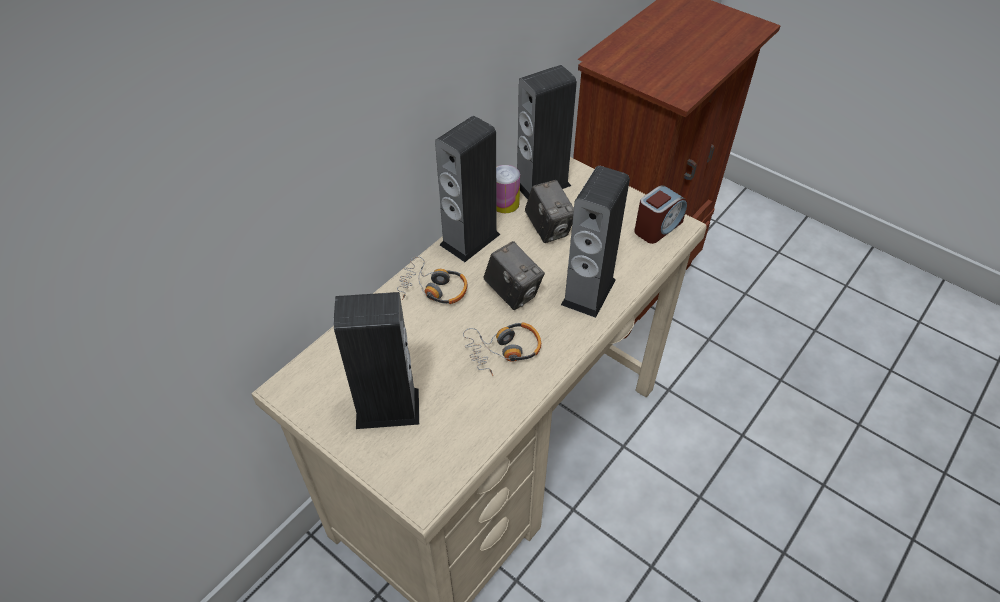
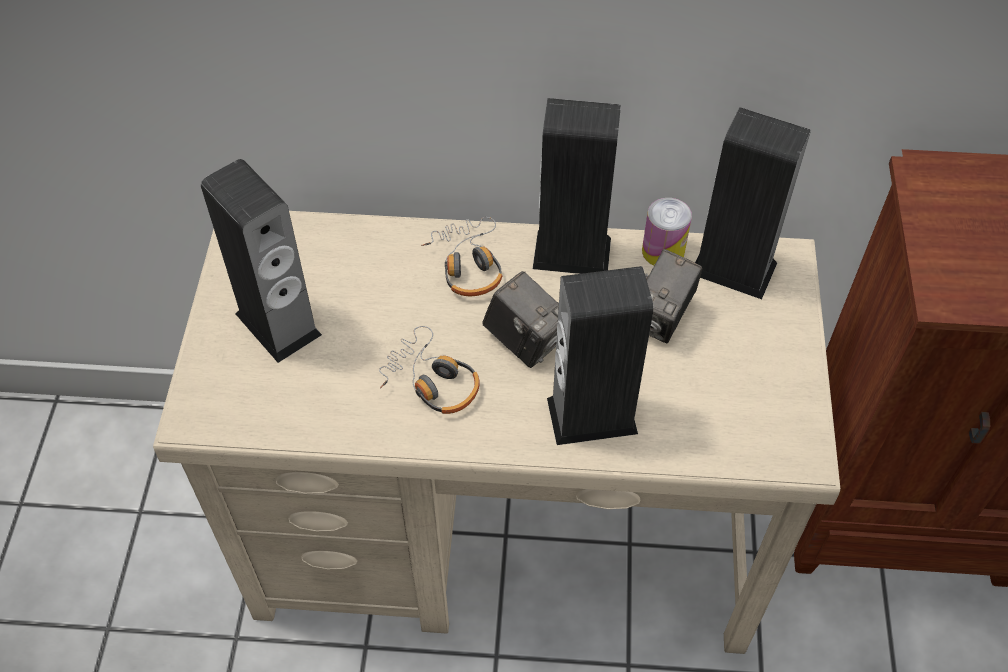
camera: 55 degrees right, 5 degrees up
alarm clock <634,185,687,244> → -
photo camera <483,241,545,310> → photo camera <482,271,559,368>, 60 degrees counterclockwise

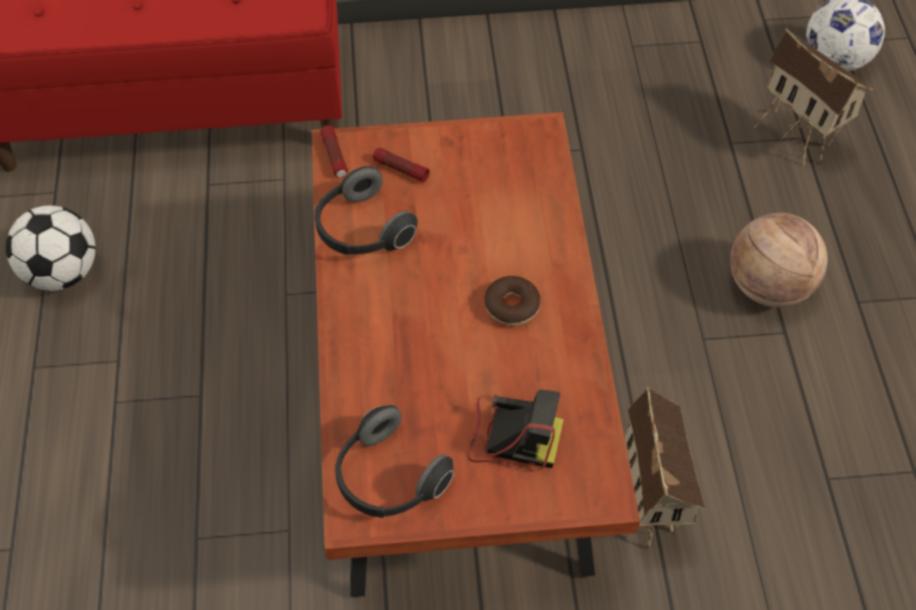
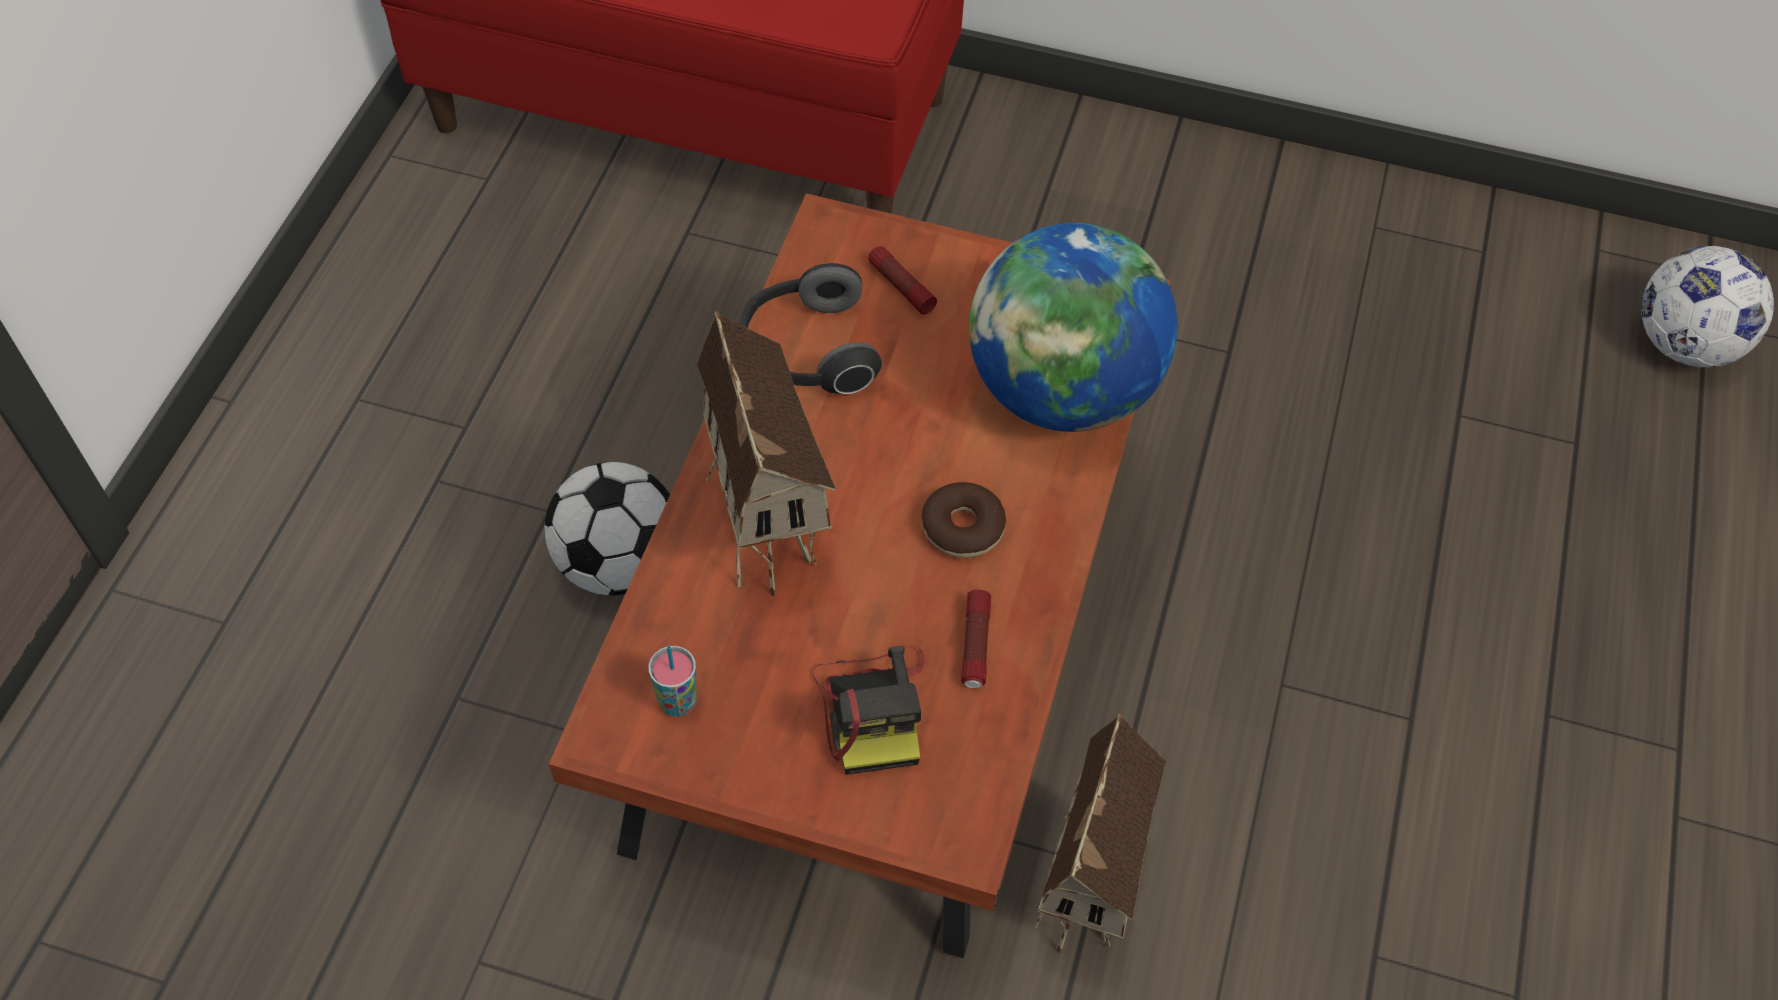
camera: 20 degrees right, 0 degrees up
toy house <755,28,874,166> → toy house <697,311,836,596>, moved
flashlight <320,125,348,177> → flashlight <961,590,991,689>, moved
football <6,206,96,291> → football <544,462,670,595>, moved
basketball <730,213,828,307> → -
photo camera <468,390,564,471> → photo camera <813,646,925,775>, 45 degrees clockwise
headphones <335,405,454,518> → cup <648,646,697,717>
- → globe <969,223,1178,432>

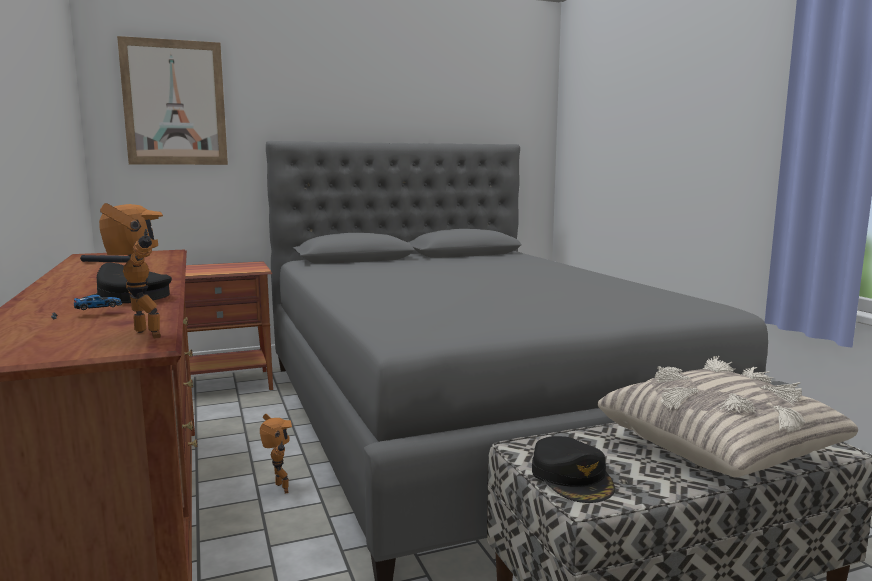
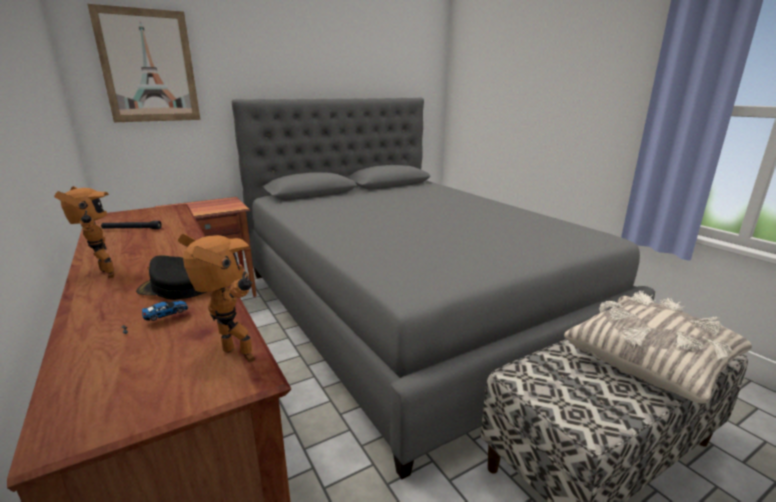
camera: 10 degrees left, 10 degrees up
toy robot <260,414,292,494> → toy robot <54,186,114,278>, moved
black cap <532,436,615,503> → -

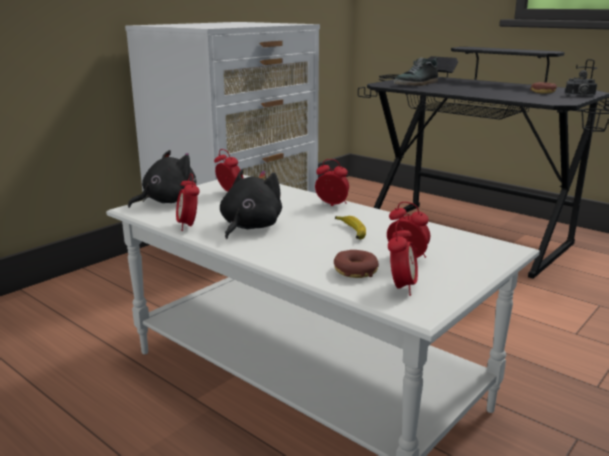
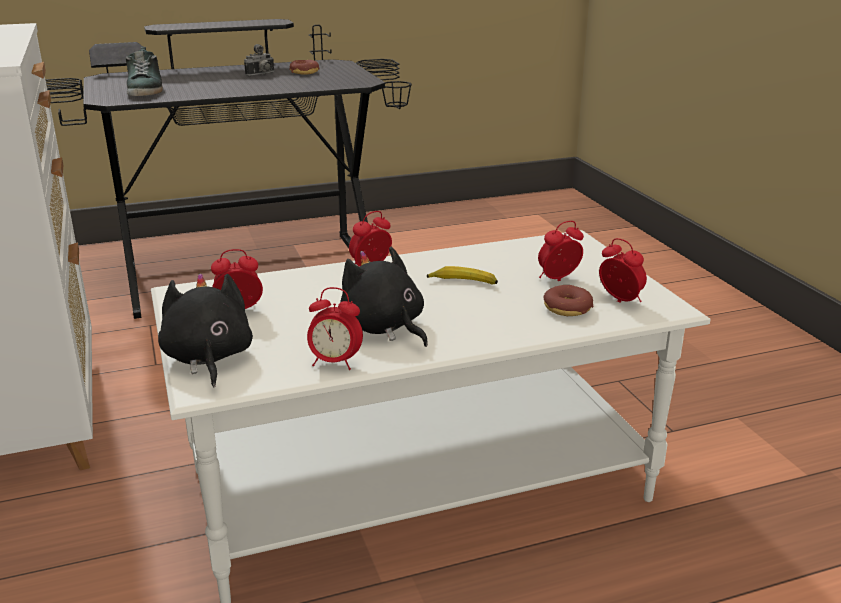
camera: 60 degrees left, 5 degrees up
photo camera <565,70,597,96> → photo camera <244,44,274,76>, moved

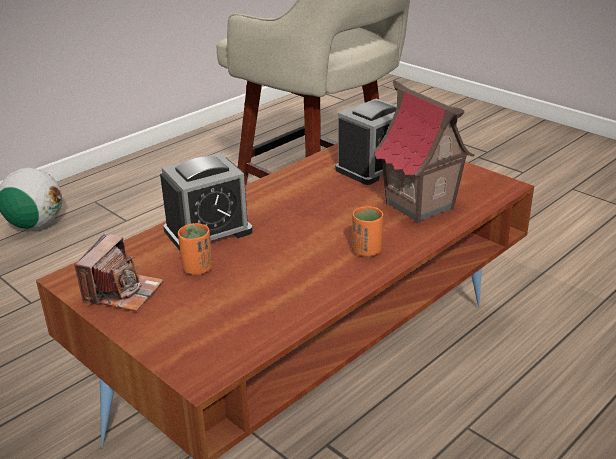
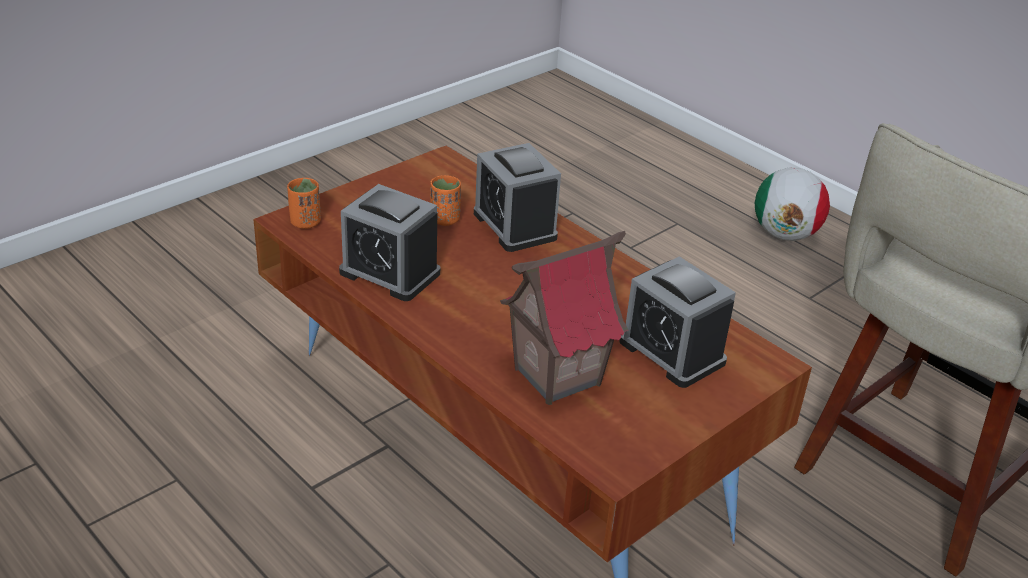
camera: 90 degrees right, 5 degrees up
orange cup <352,206,384,257> → orange cup <287,178,321,229>, moved
photo camera <74,234,164,312> → -
- → alarm clock <339,184,440,301>

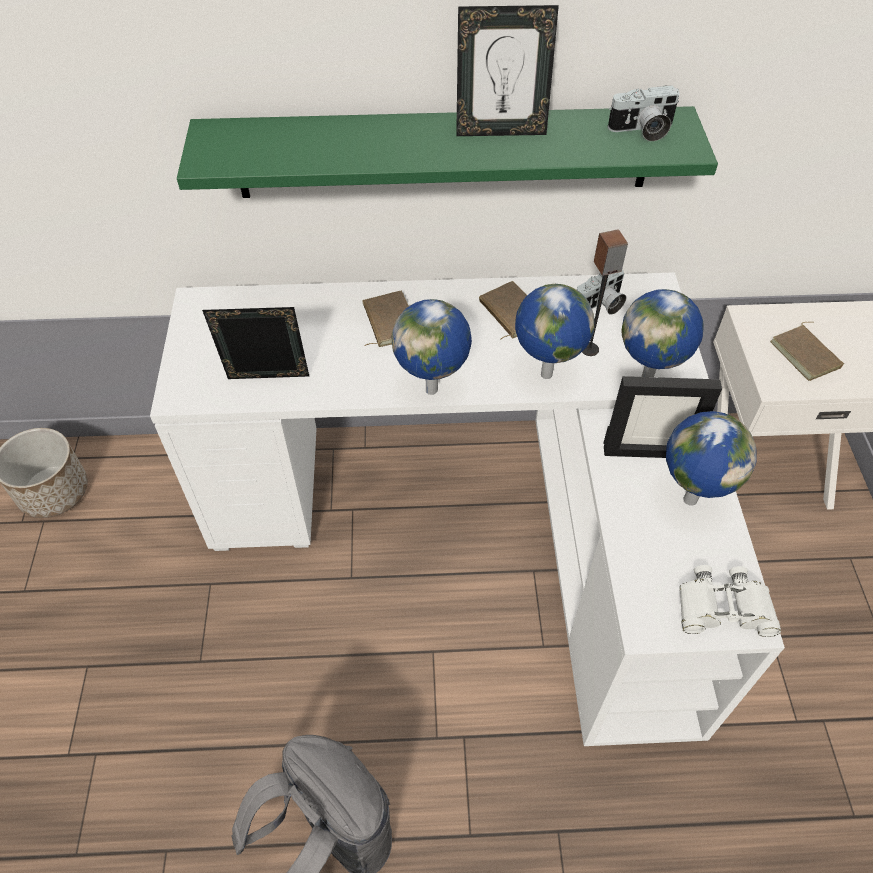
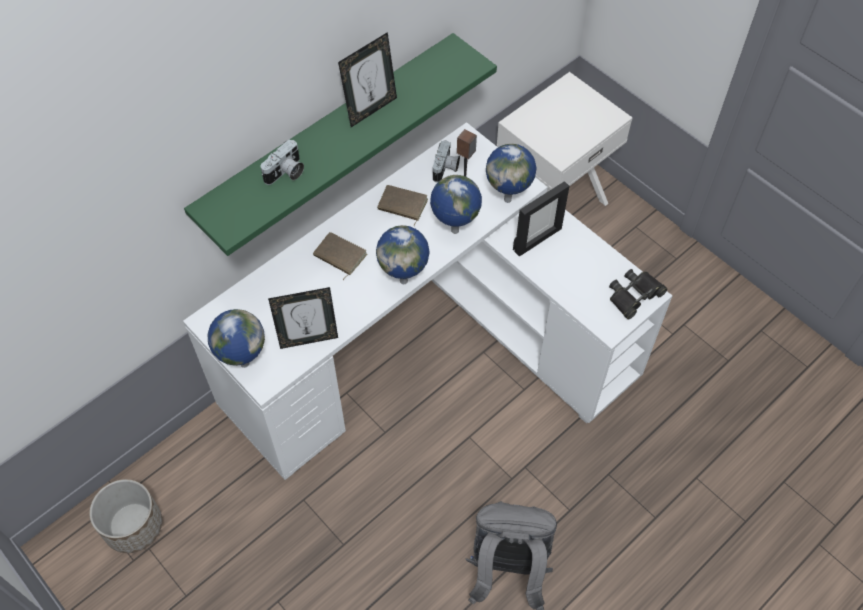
camera: 40 degrees left, 5 degrees up
photo camera <607,85,679,141> → photo camera <260,139,304,185>, moved
picture frame <202,307,309,379> → picture frame <268,287,338,349>, 150 degrees counterclockwise
brown book <770,322,844,381> → -
globe <666,411,757,506> → globe <207,309,265,368>, moved
white binoculars <679,565,781,637> → black binoculars <609,269,668,320>

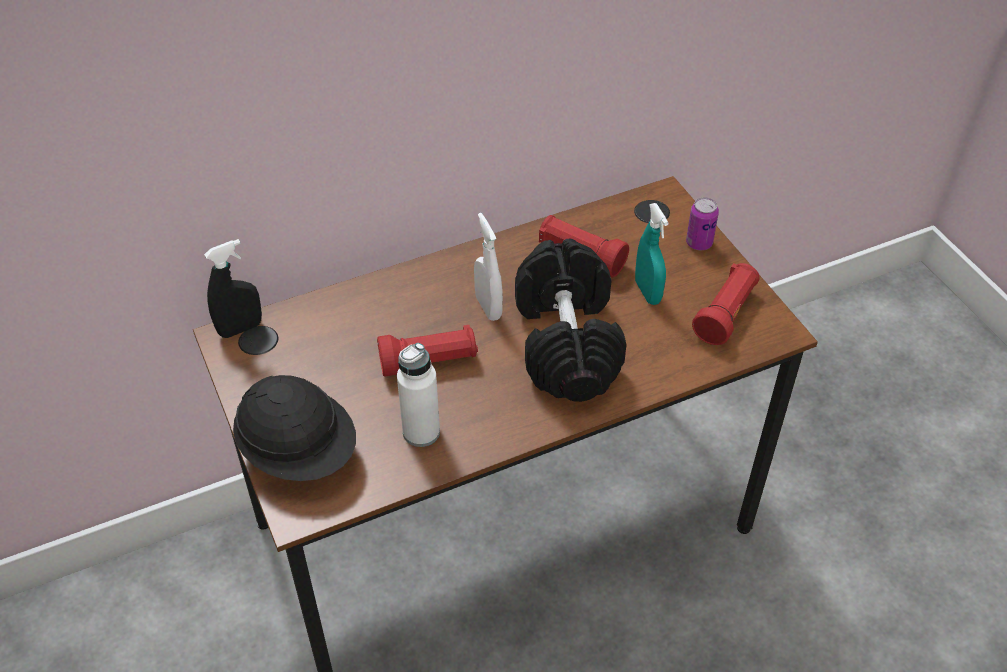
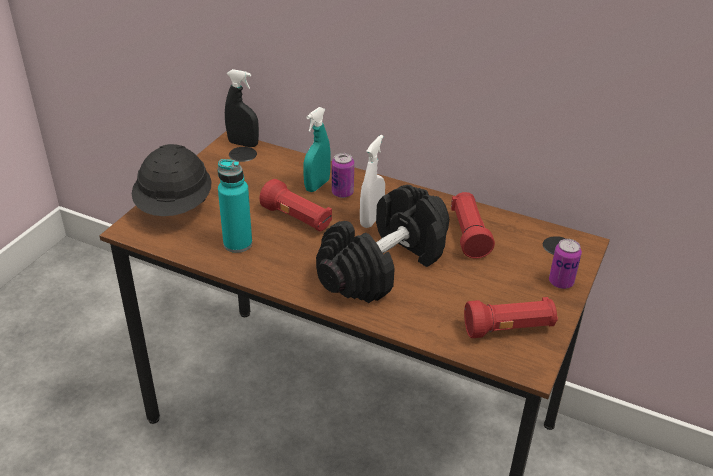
camera: 50 degrees right, 10 degrees down
turquoise spray bottle <635,203,668,305> → turquoise spray bottle <303,107,331,192>, moved
white bottle <397,343,440,447> → turquoise bottle <218,159,252,253>
- → can <332,153,354,198>

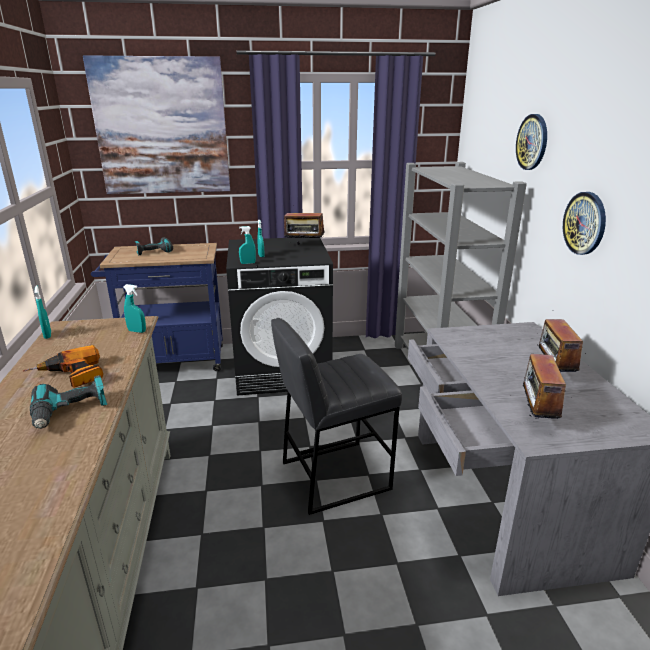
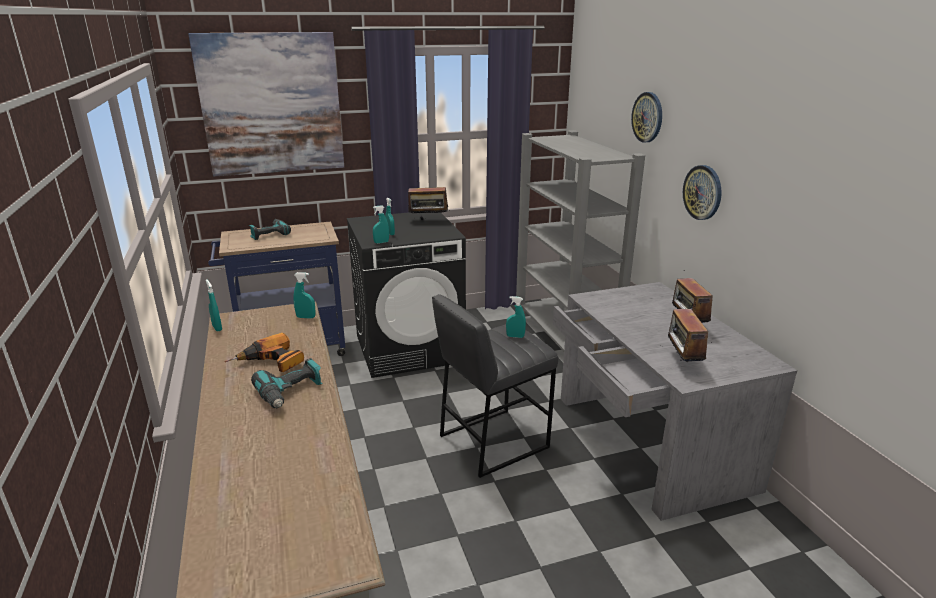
camera: 10 degrees left, 0 degrees up
- → turquoise spray bottle <506,296,526,338>

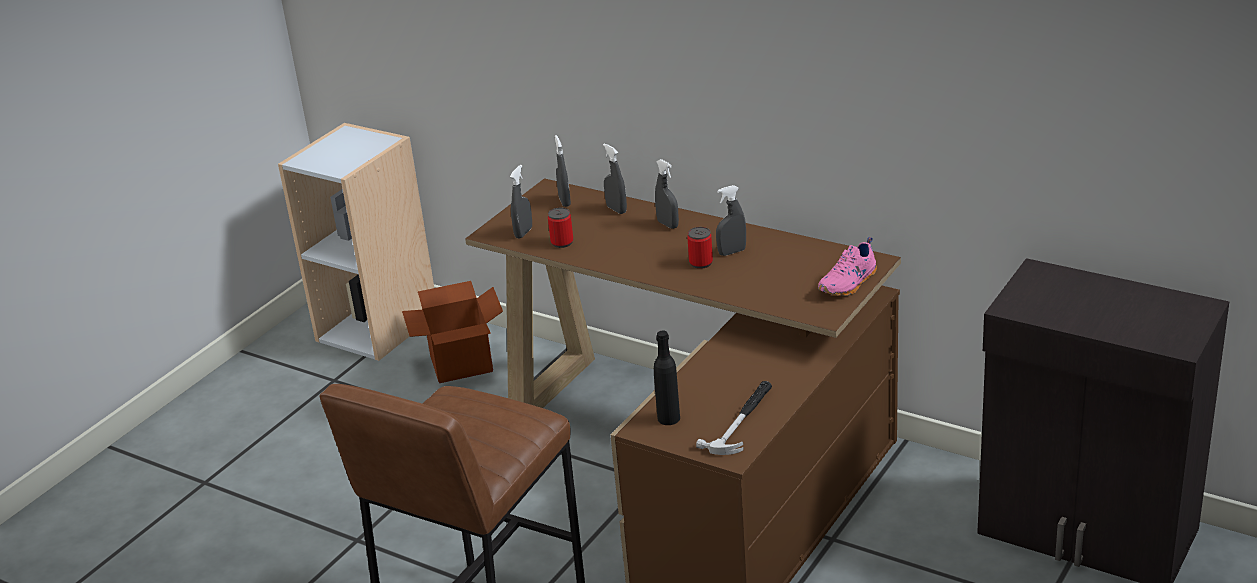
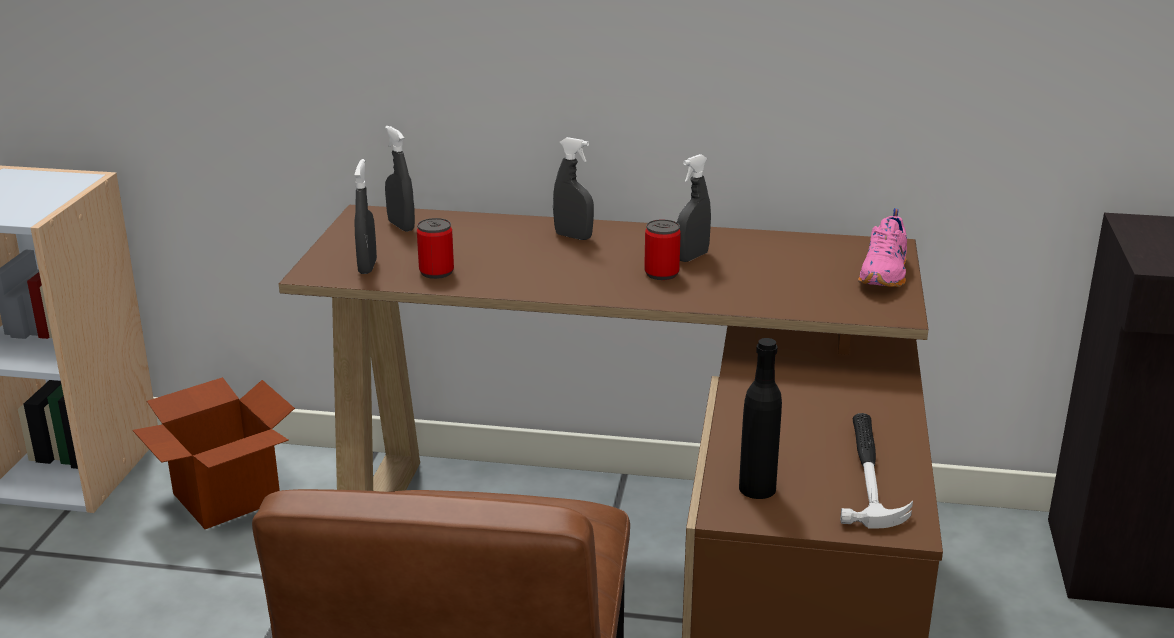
camera: 25 degrees left, 5 degrees down
grey spray bottle <603,143,627,214> → -

